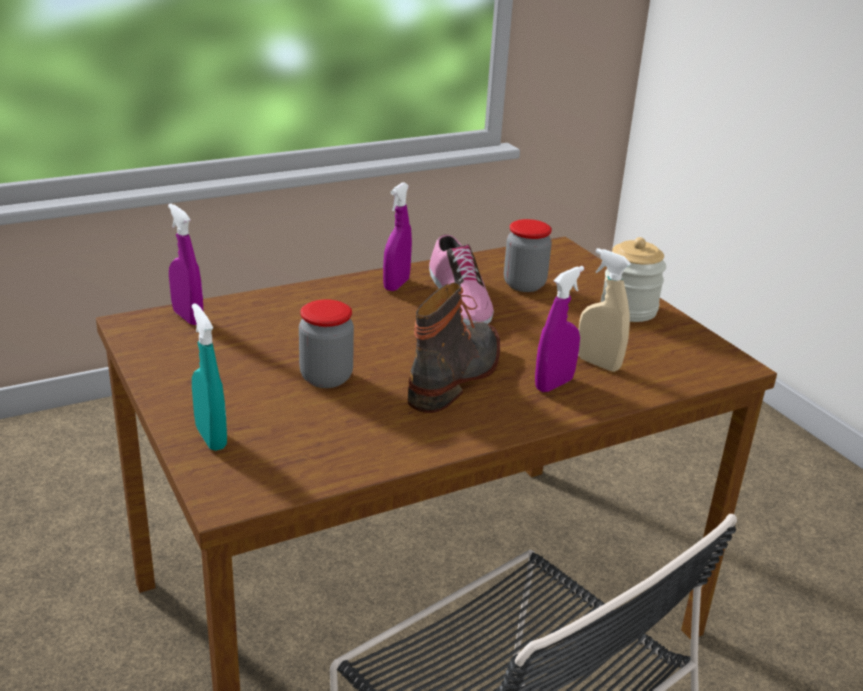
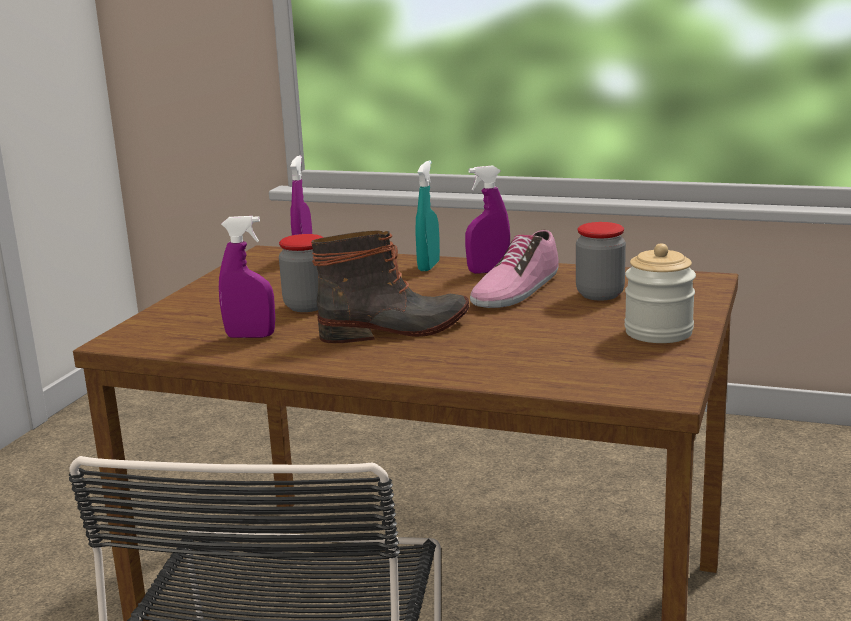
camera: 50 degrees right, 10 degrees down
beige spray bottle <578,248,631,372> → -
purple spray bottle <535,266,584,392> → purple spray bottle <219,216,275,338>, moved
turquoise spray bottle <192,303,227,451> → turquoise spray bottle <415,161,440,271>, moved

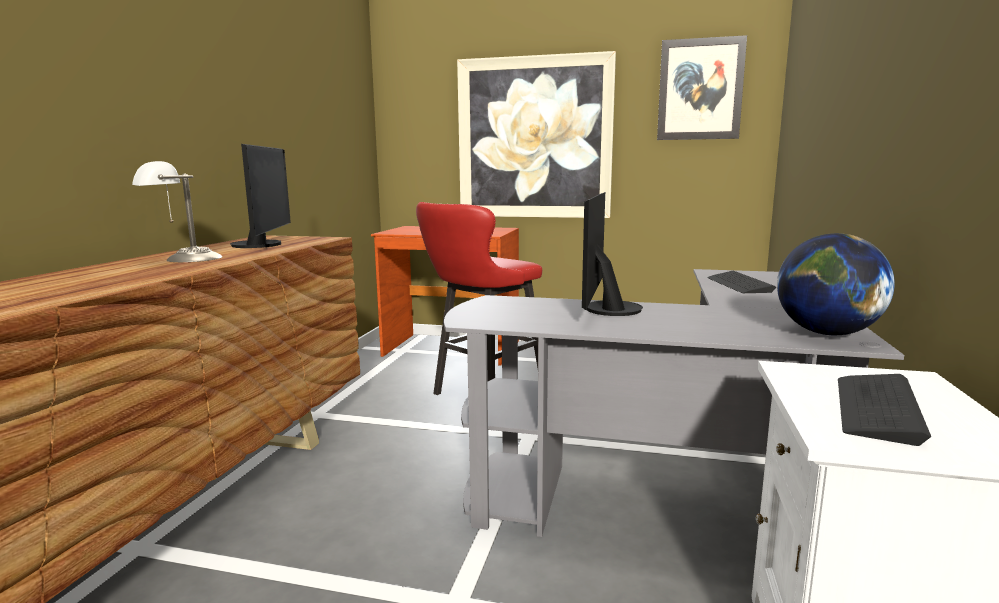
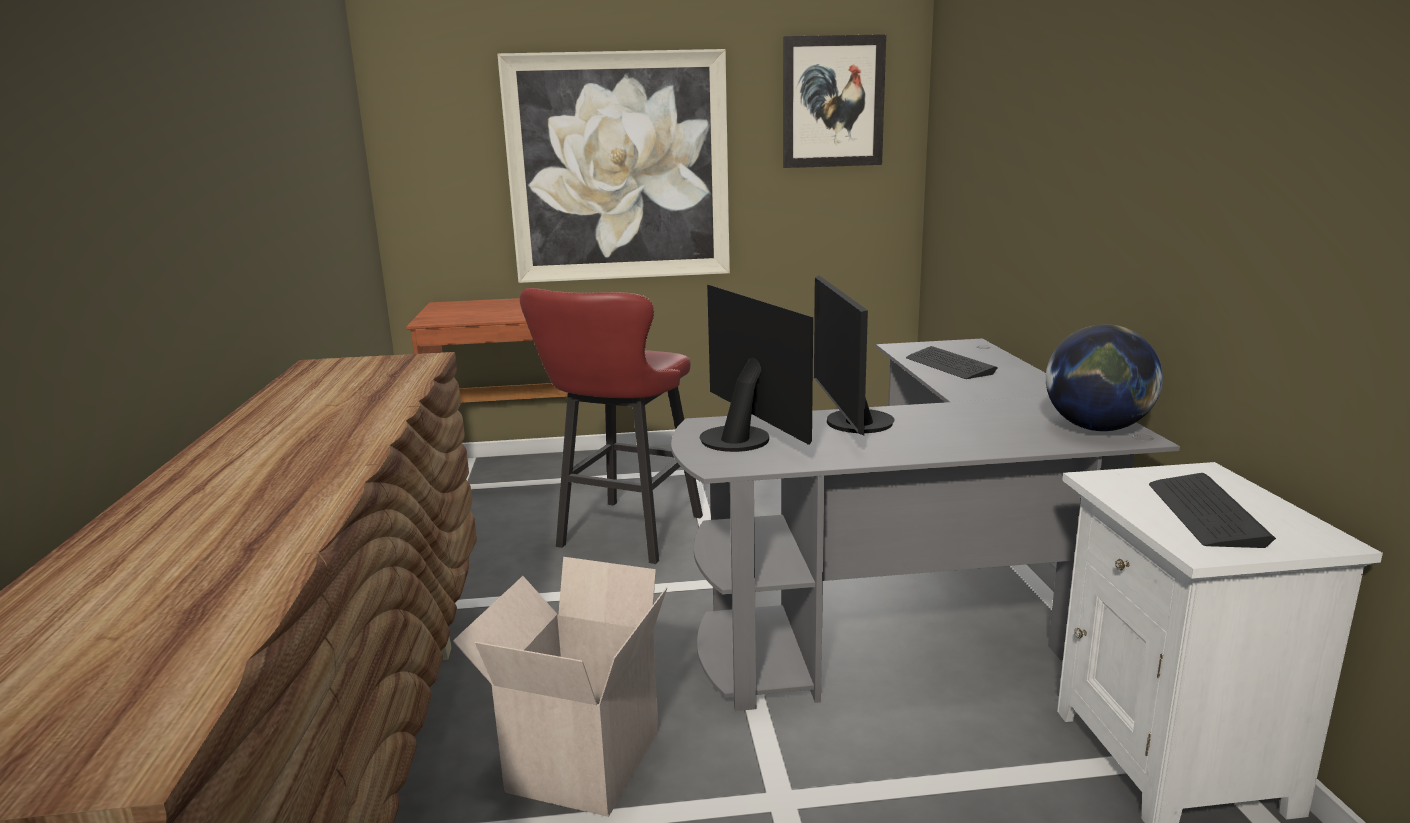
camera: 20 degrees left, 5 degrees up
monitor <230,144,291,248> → monitor <700,285,813,452>, moved
white table lamp <132,161,223,262> → -
- → cardboard box <453,557,668,817>

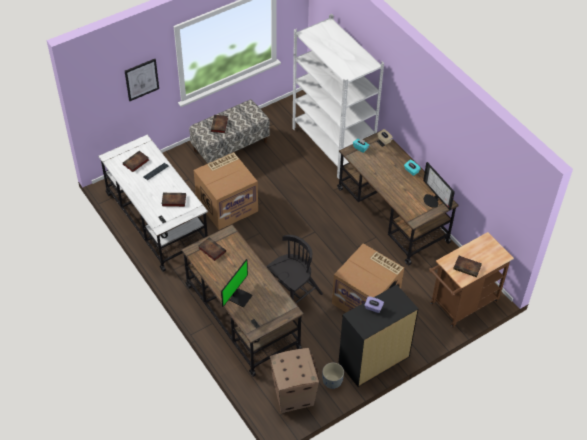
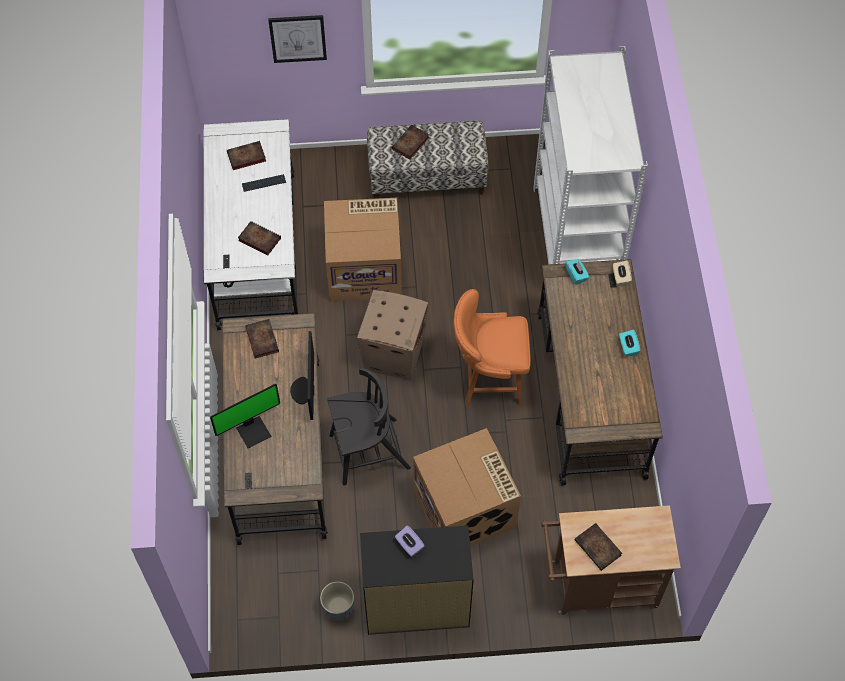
camera: 30 degrees right, 10 degrees up
monitor <423,162,455,210> → monitor <290,331,314,420>, moved
cardboard box <270,348,319,413> → cardboard box <357,290,429,380>, moved
- → orange stool <453,289,531,406>

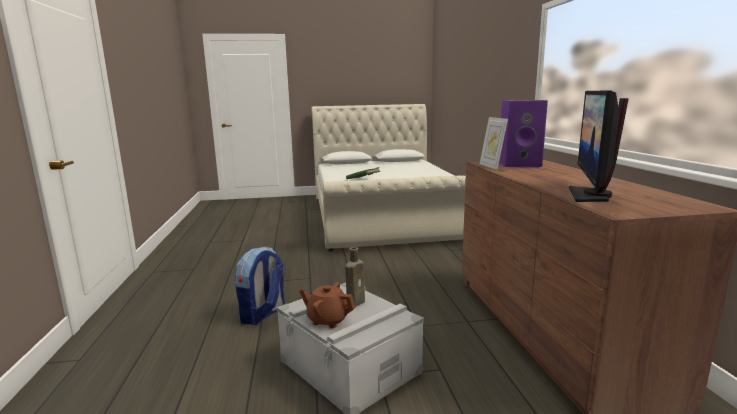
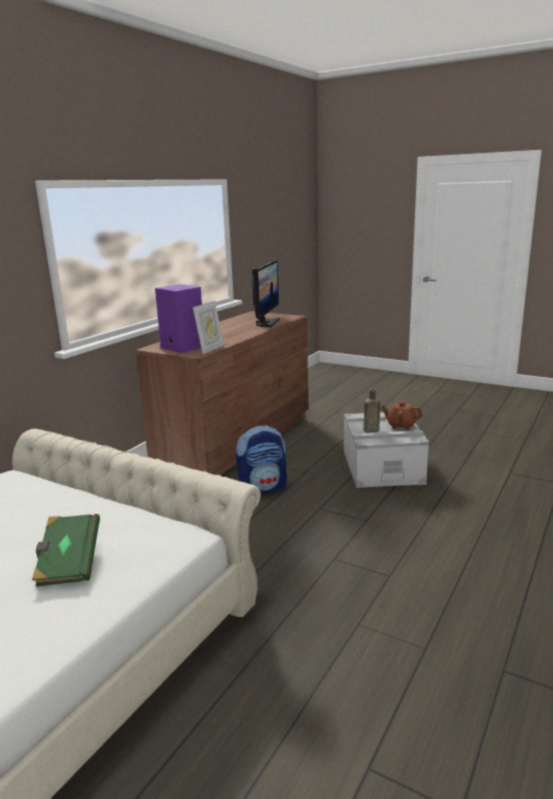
camera: 140 degrees left, 5 degrees up
monitor <569,90,629,202> → monitor <252,260,280,327>, 45 degrees counterclockwise
backpack <235,247,285,325> → backpack <236,426,287,494>, moved
brown teapot <299,282,356,328> → brown teapot <381,400,423,430>, 135 degrees clockwise

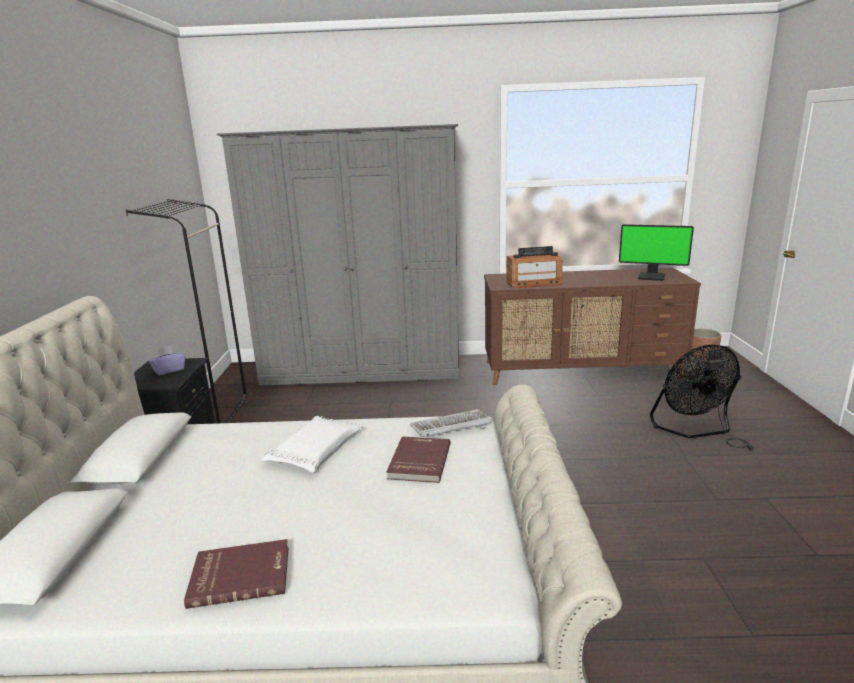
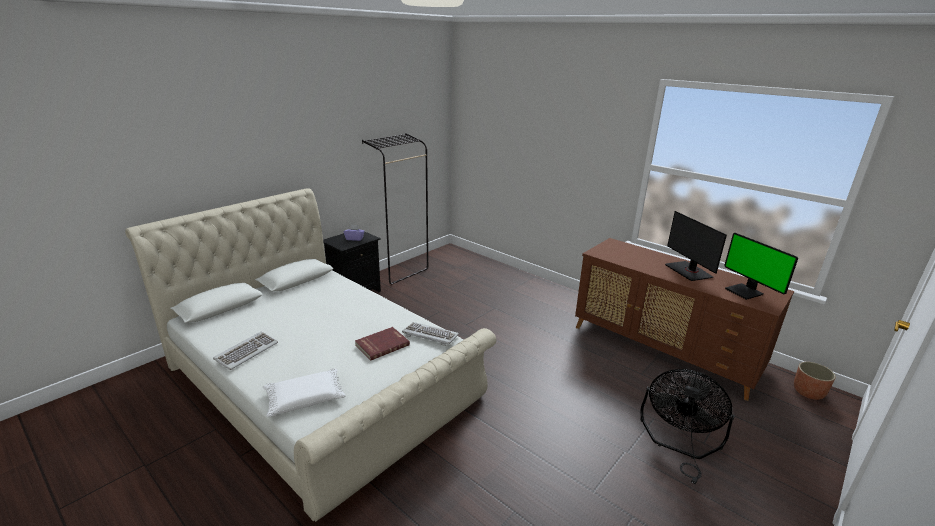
camera: 40 degrees right, 5 degrees up
grey wardrobe <217,124,459,386> → -
radio <506,246,563,288> → -
white pillow <261,416,363,473> → white pillow <263,368,346,417>, moved
red book <184,539,289,609> → keyboard <213,331,278,370>
- → monitor <665,211,727,281>

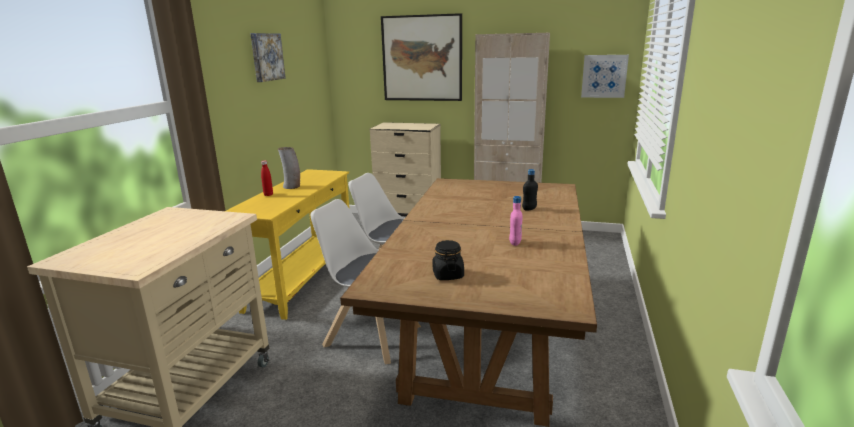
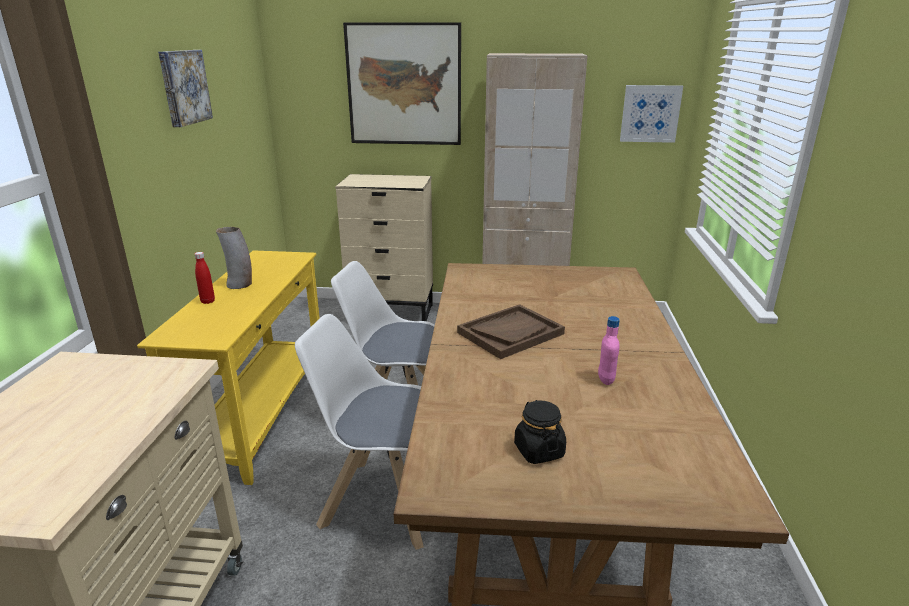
camera: 10 degrees left, 5 degrees up
black bottle <522,169,538,211> → -
- → brown tray <457,304,565,359>

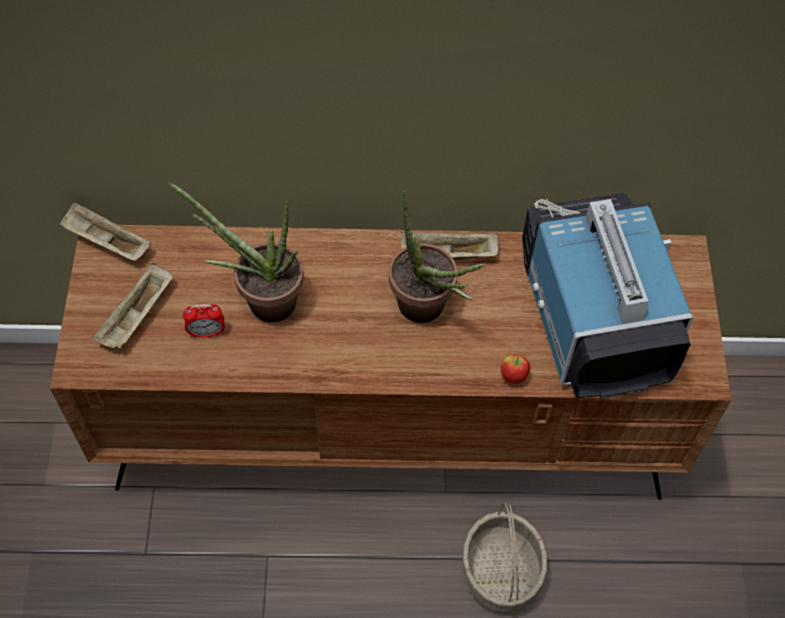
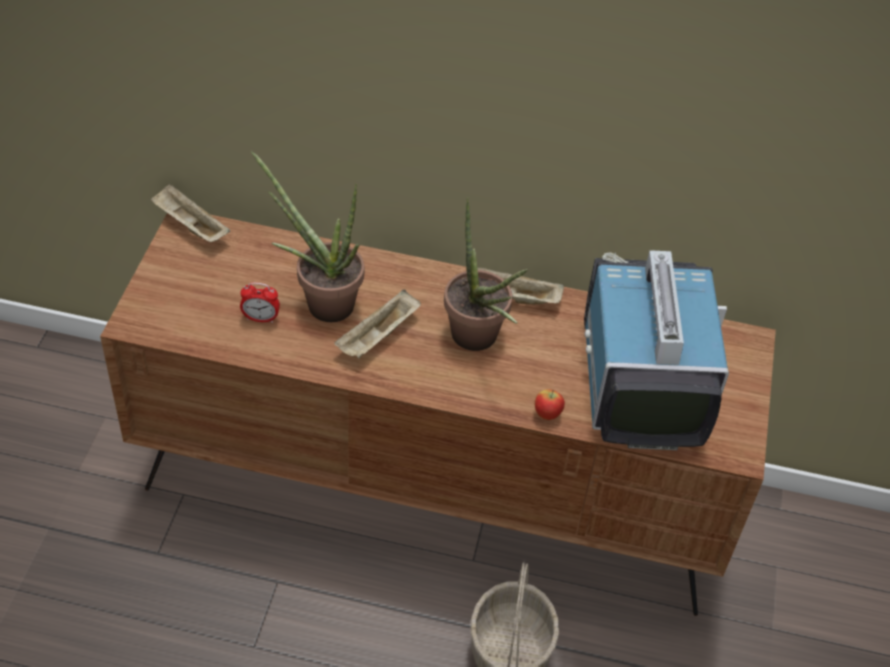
camera: 10 degrees right, 10 degrees down
beige tray <93,263,173,349> → beige tray <334,290,421,358>, moved

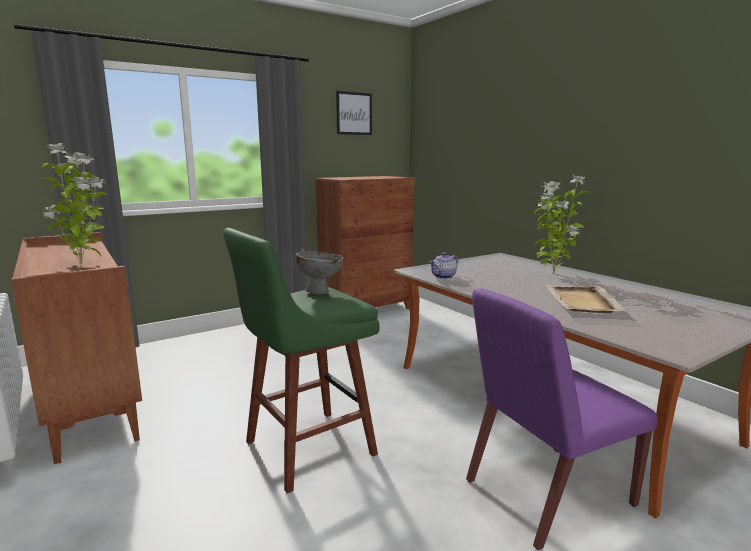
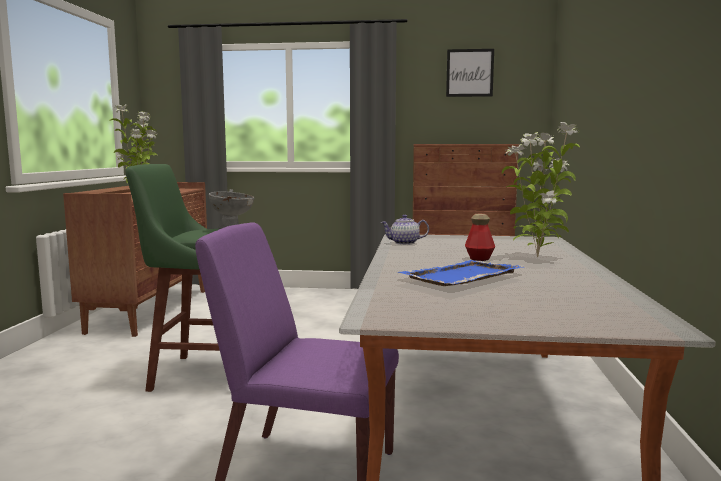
camera: 40 degrees right, 5 degrees down
beige tray <547,285,627,313> → blue tray <397,260,524,286>
- → bottle <465,214,495,261>

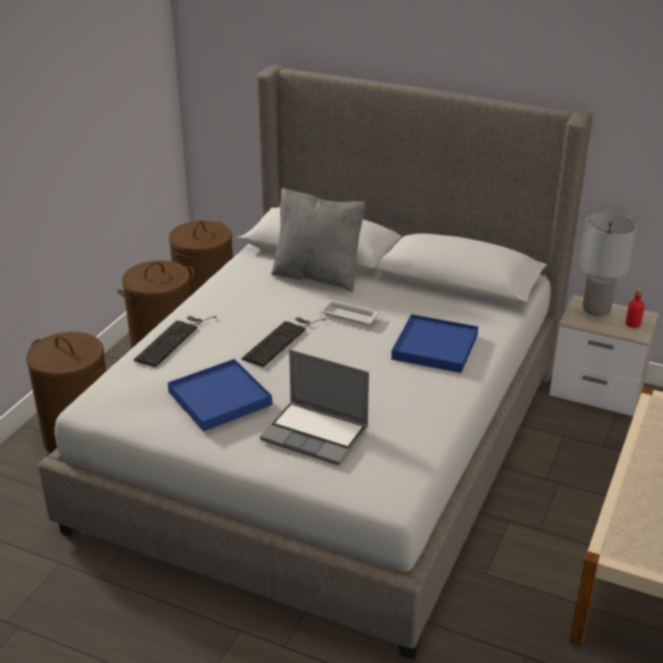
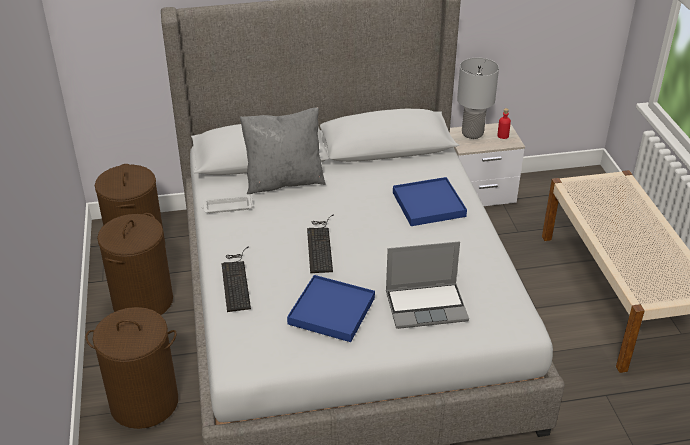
camera: 35 degrees left, 5 degrees up
white tray <320,300,380,325> → white tray <201,195,253,213>, moved

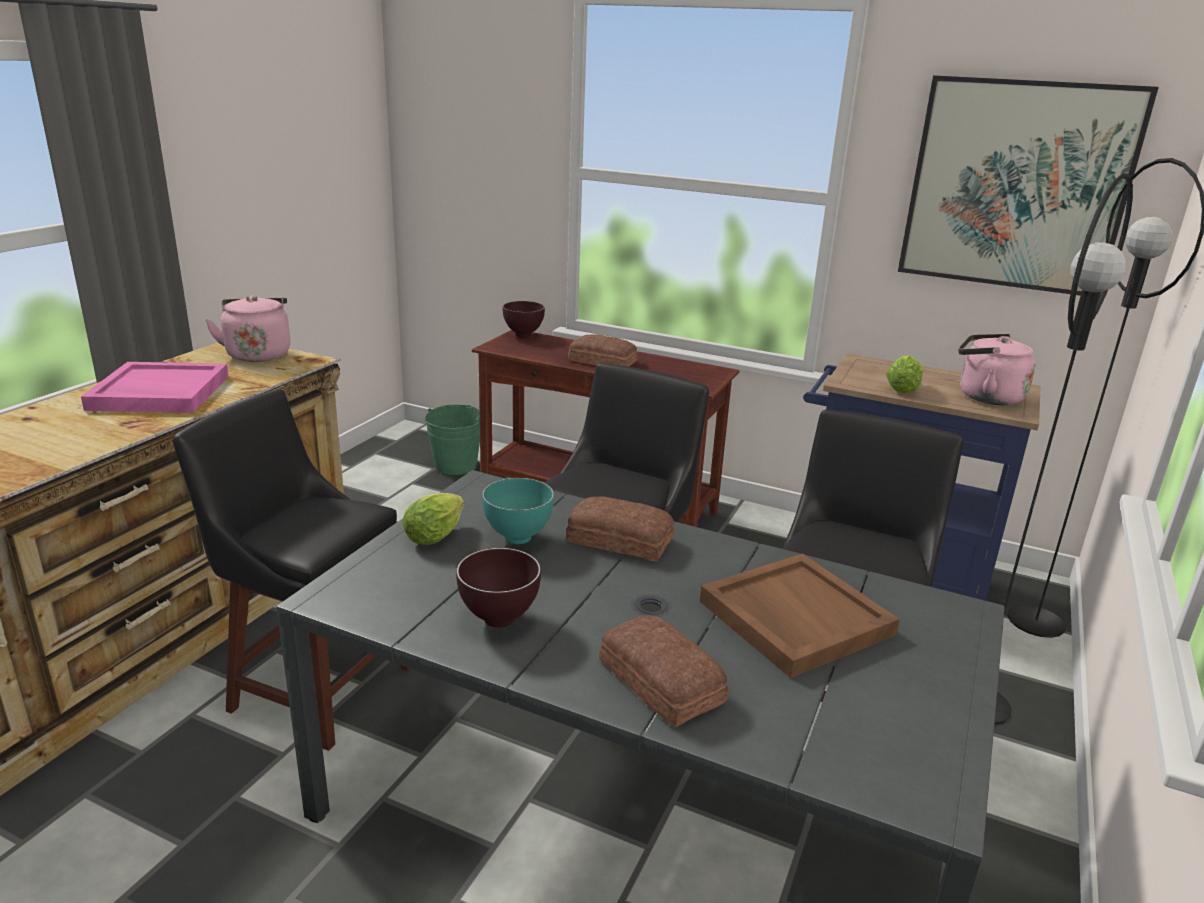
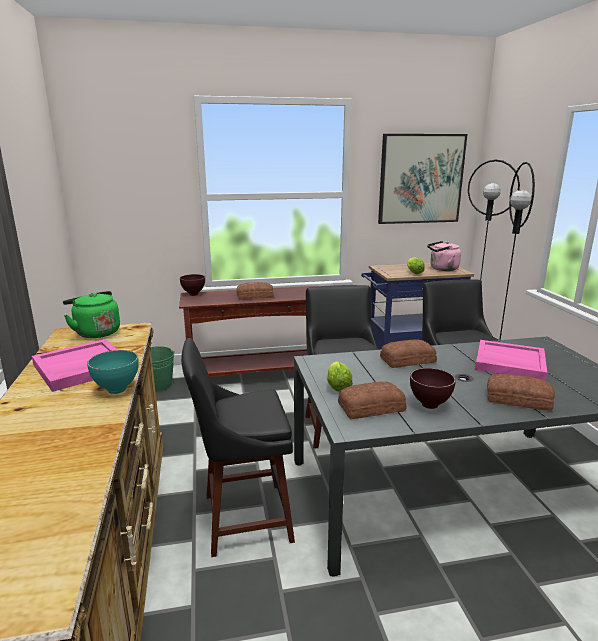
camera: 35 degrees left, 5 degrees down
pink kettle <205,295,290,362> → green kettle <63,291,120,338>
turquoise bowl <482,478,554,544> → turquoise bowl <87,350,139,394>, moved
brown tray <700,553,900,678> → pink tray <475,340,547,381>
- → bread <338,382,407,419>

